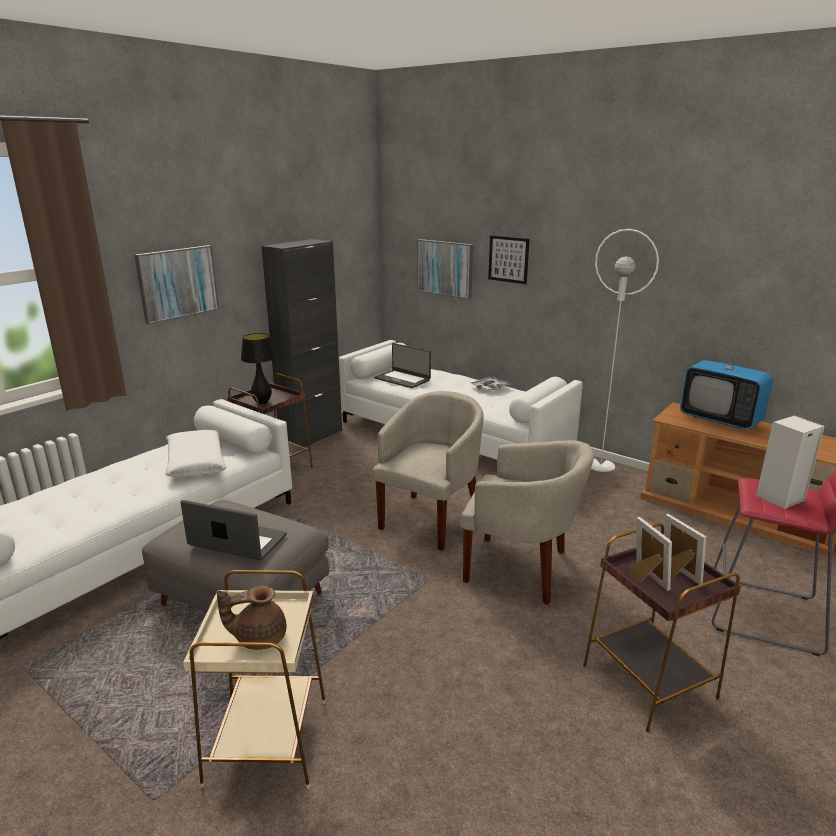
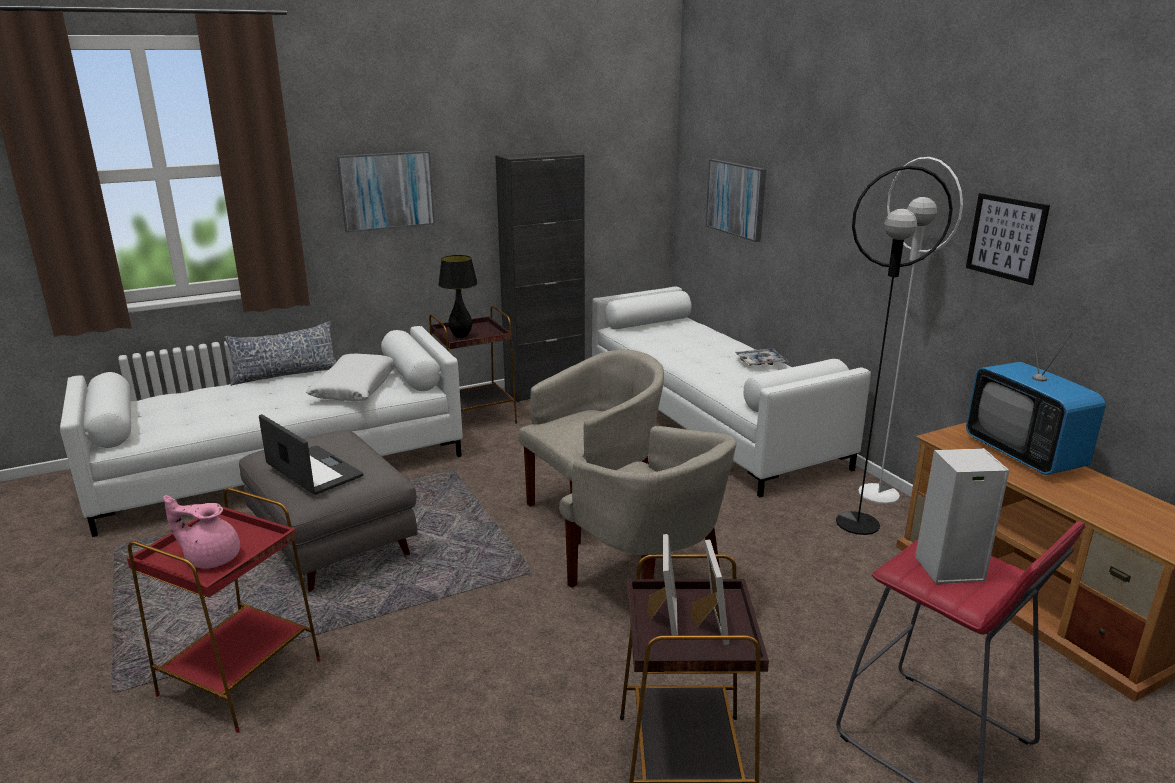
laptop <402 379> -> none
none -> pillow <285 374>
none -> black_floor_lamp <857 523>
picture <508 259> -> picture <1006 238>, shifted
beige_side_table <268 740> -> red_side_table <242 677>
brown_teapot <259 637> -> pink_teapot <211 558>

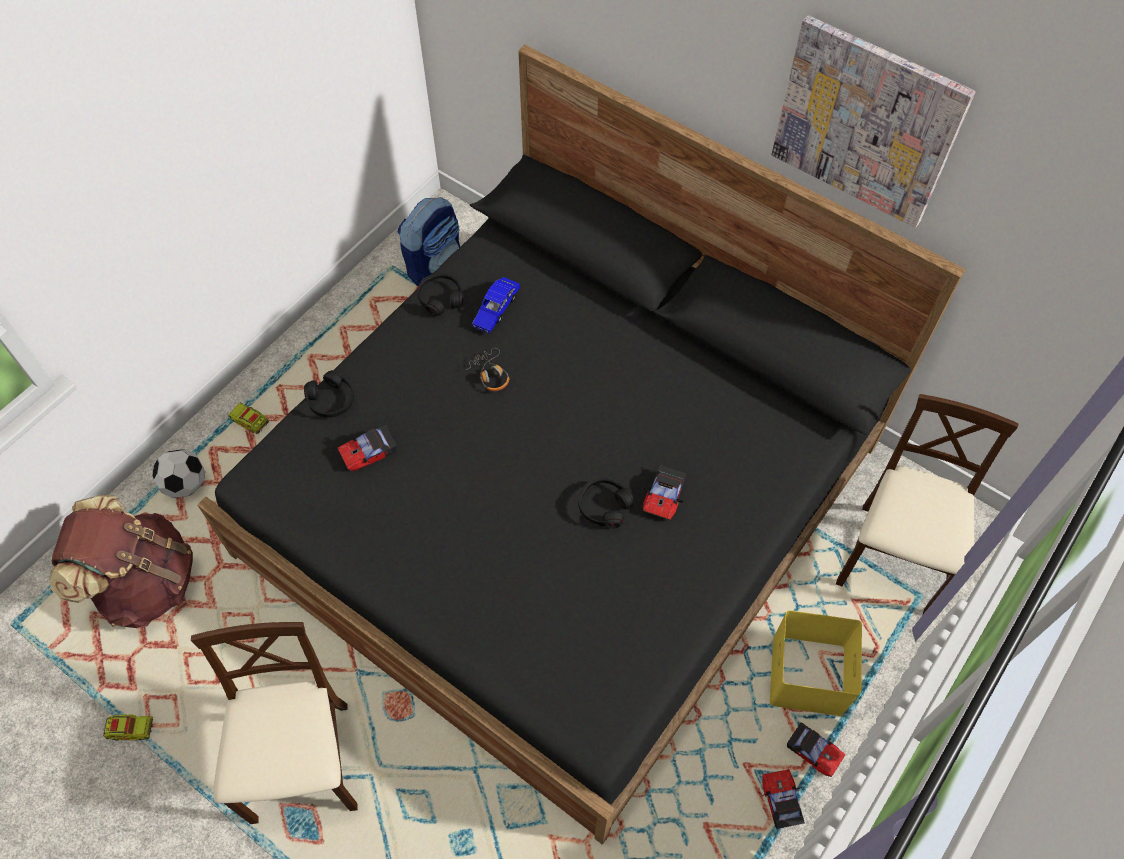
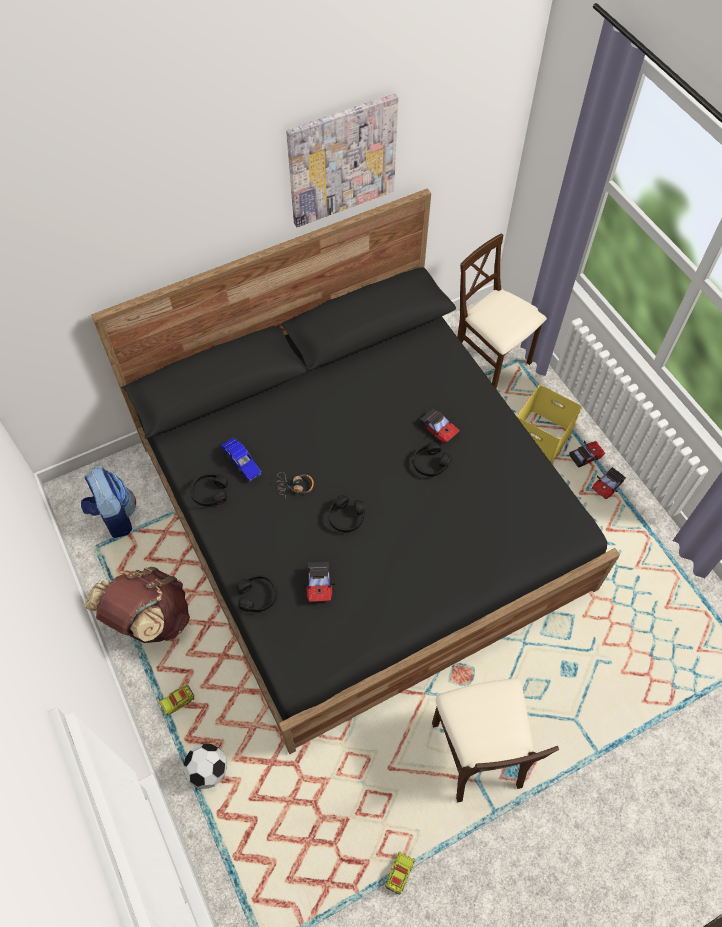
none -> black_headphones <346 517>
brown_backpack <145 583> -> brown_backpack <150 619>, shifted
beige_chair <304 764> -> beige_chair <478 752>, 120 degrees counterclockwise
toy_car <781 801> -> toy_car <607 485>, 60 degrees counterclockwise

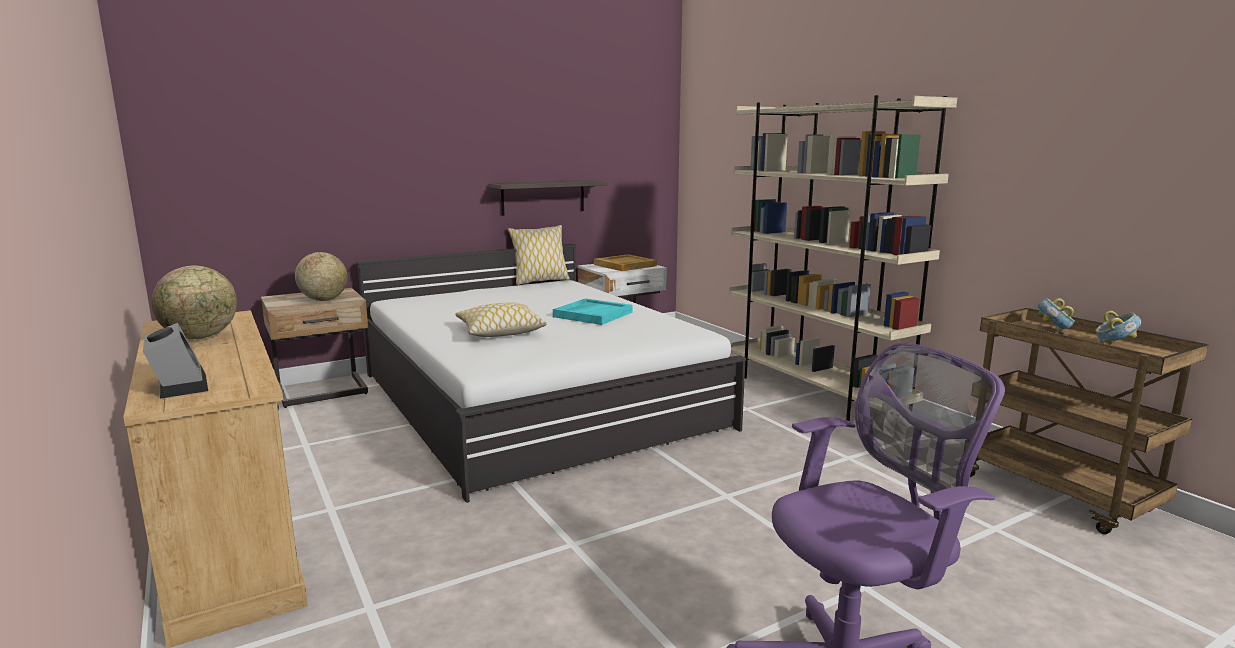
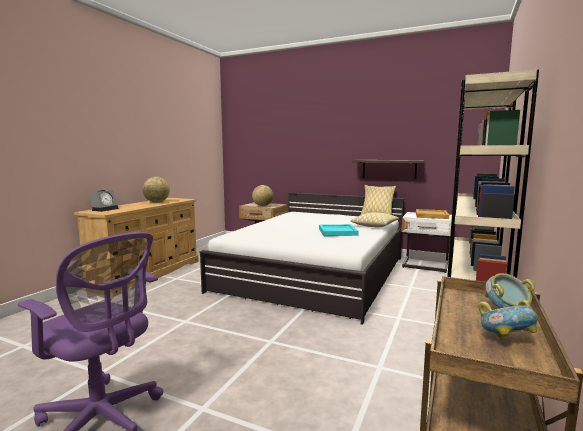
pillow <500 331> -> pillow <374 225>, shifted

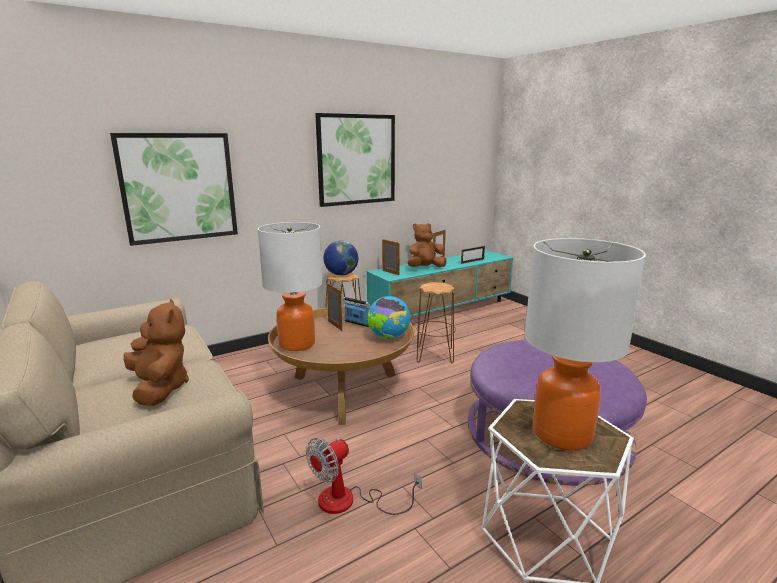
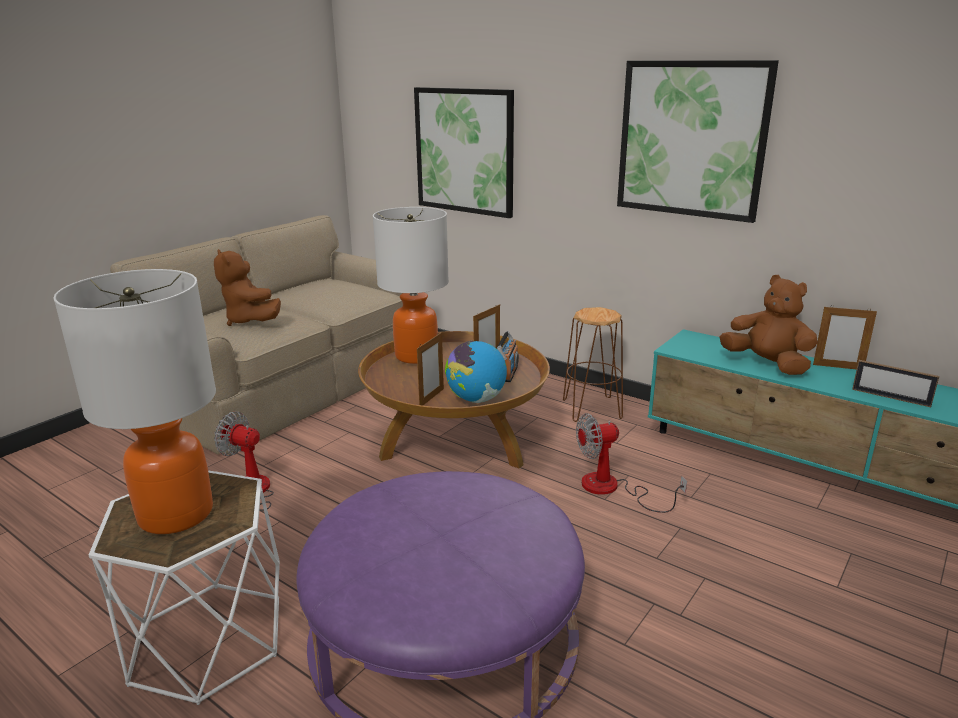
globe <341 274> -> none
picture_frame <390 273> -> picture_frame <431 398>, shifted
brown_stool <435 355> -> fan <612 489>
brown_plush_toy <160 388> -> brown_plush_toy <250 321>, 105 degrees clockwise

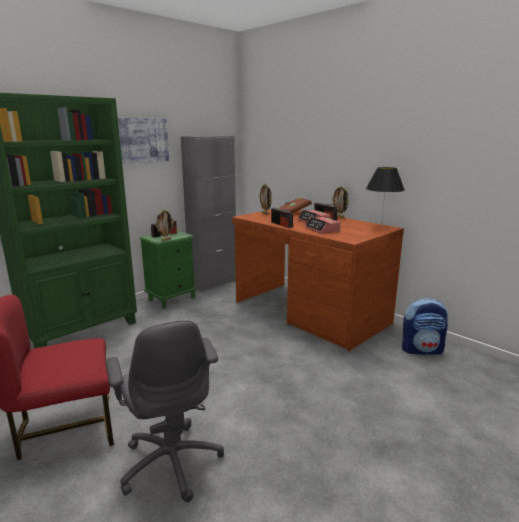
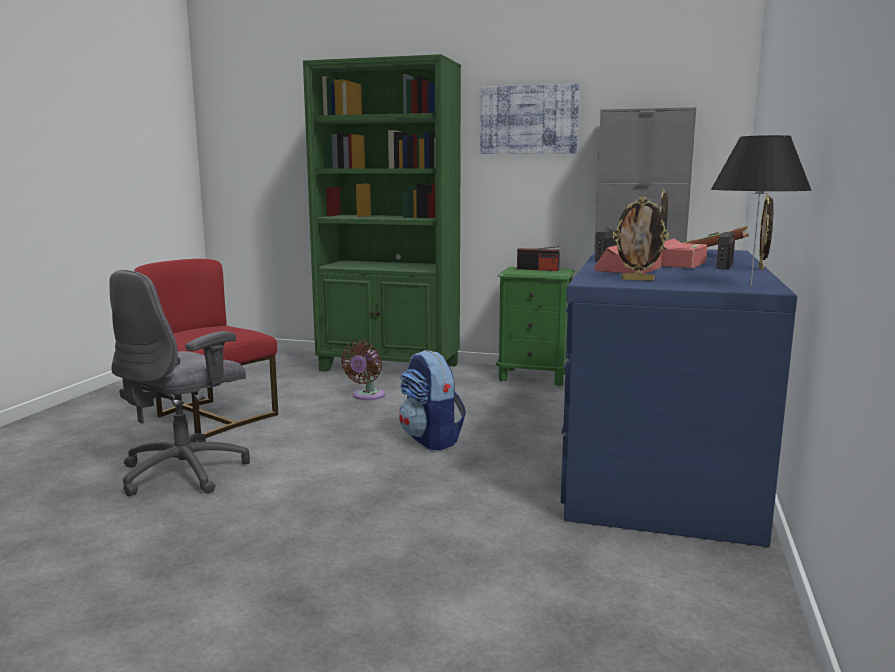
none -> brown_fan <367 396>
picture_frame <165 240> -> picture_frame <637 280>, shifted
backpack <422 350> -> backpack <431 440>, shifted
brown_desk <309 312> -> blue_desk <659 462>

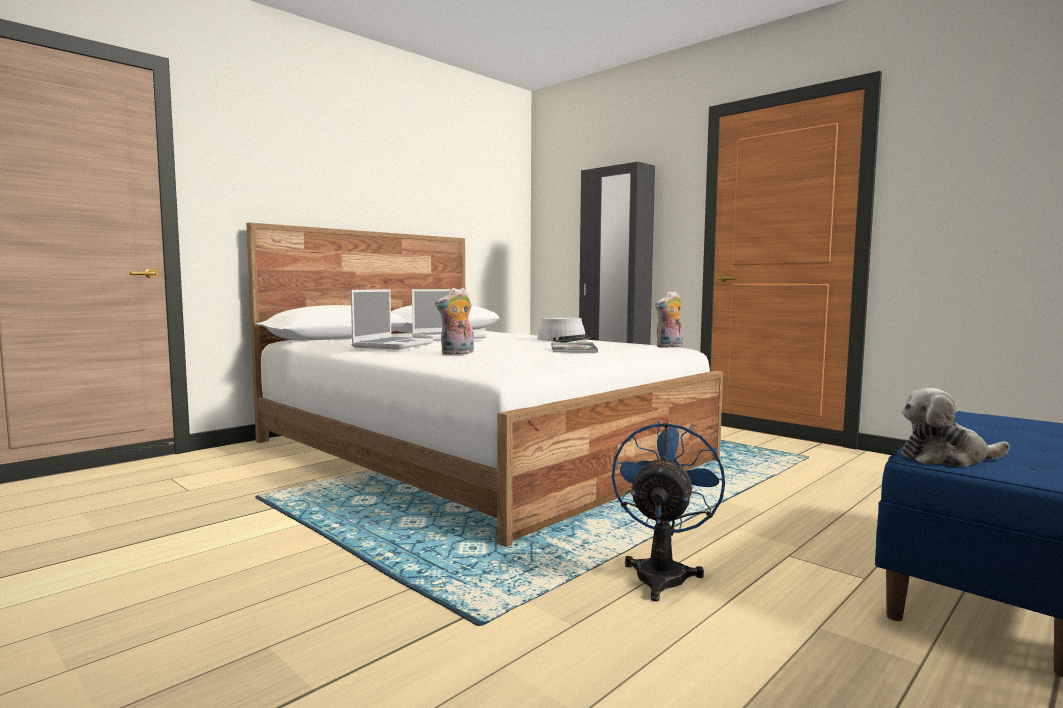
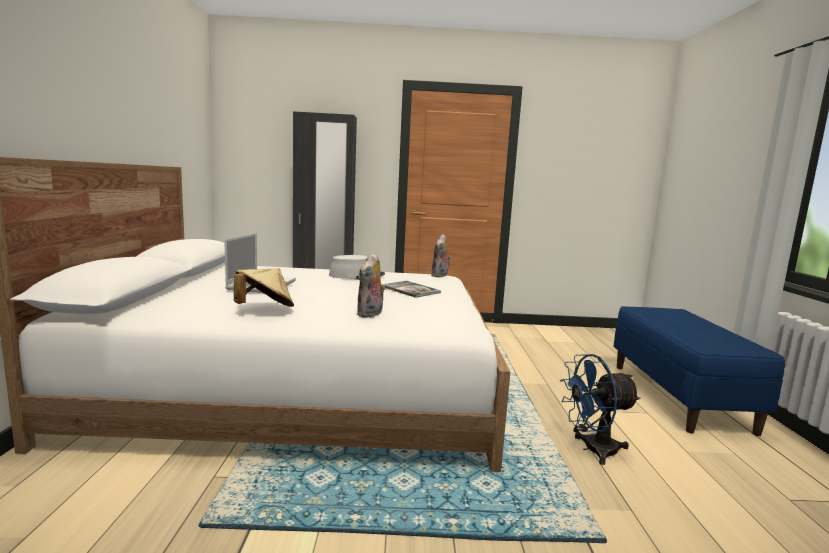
plush_toy <946 458> -> none
laptop <393 345> -> beige_hat <264 309>
blue_fan <662 573> -> blue_fan <592 449>, 75 degrees counterclockwise

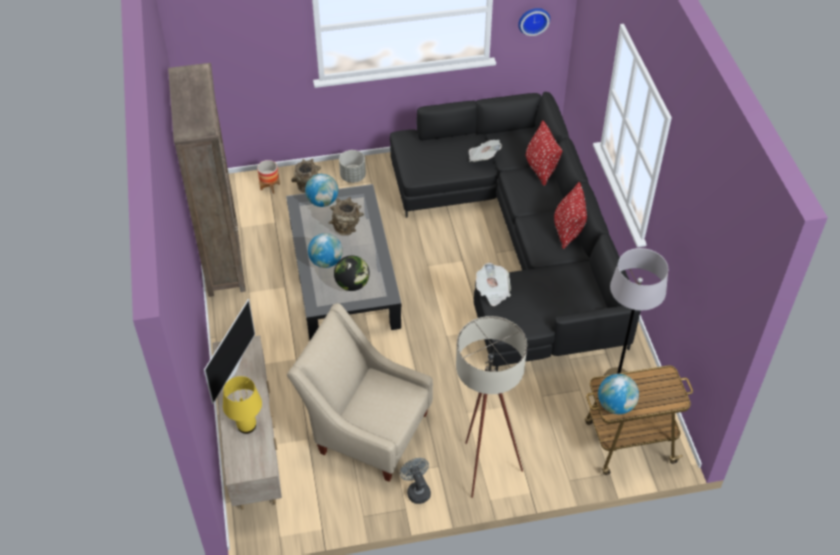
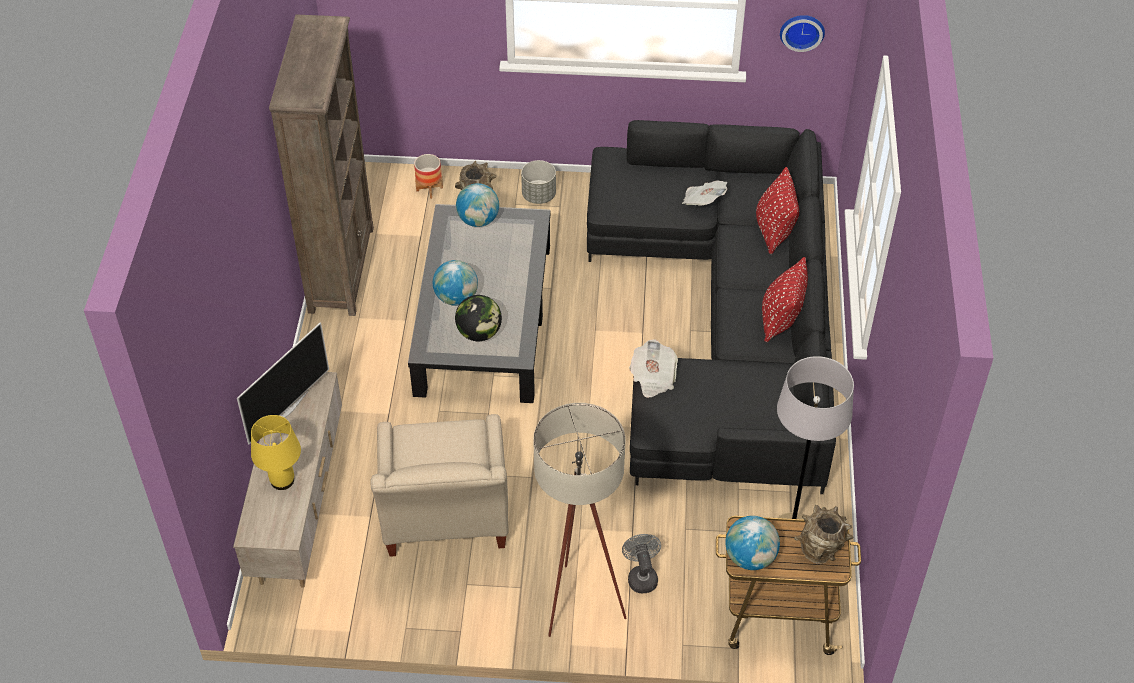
brown_vase <347 228> -> brown_vase <821 549>, shifted
grey_fan <417 490> -> grey_fan <641 576>, shifted
beige_armchair <366 429> -> beige_armchair <445 521>, 135 degrees counterclockwise

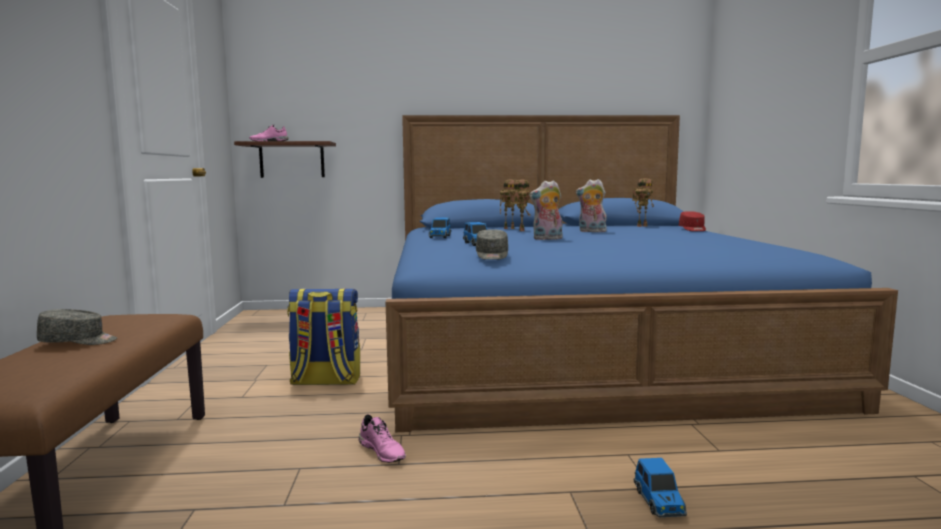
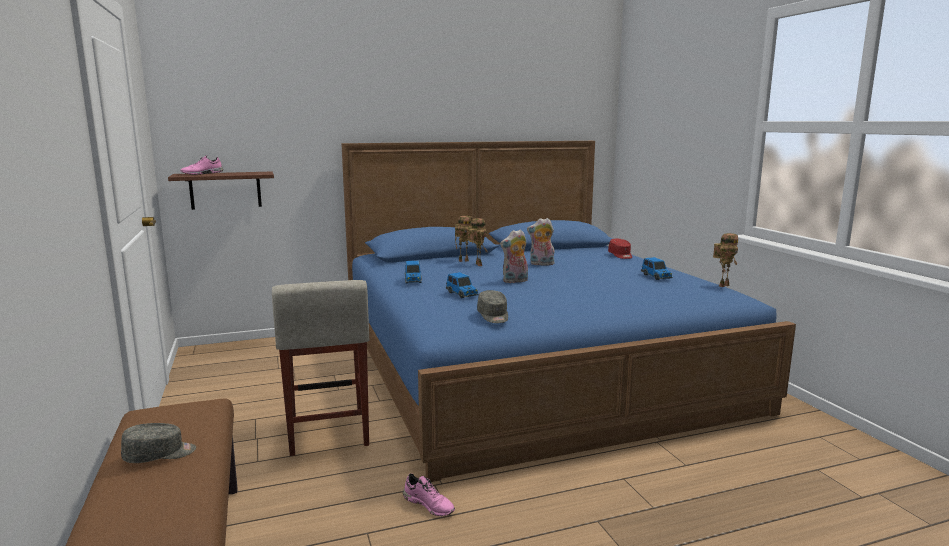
toy_robot <642 226> -> toy_robot <723 285>, shifted
toy_car <659 502> -> toy_car <656 277>, shifted
backpack <325 381> -> beige_stool <328 432>

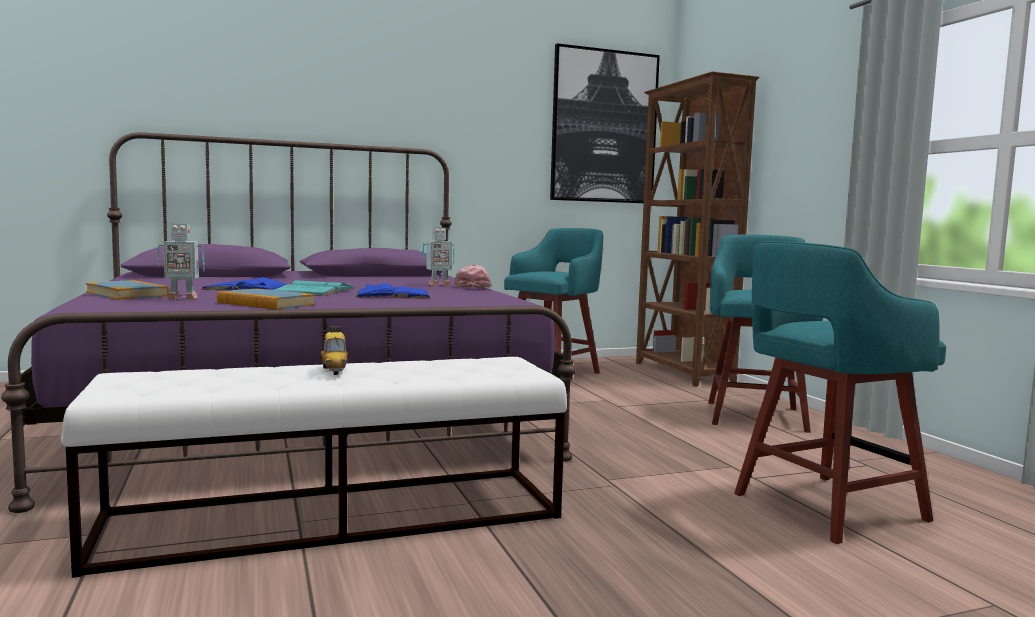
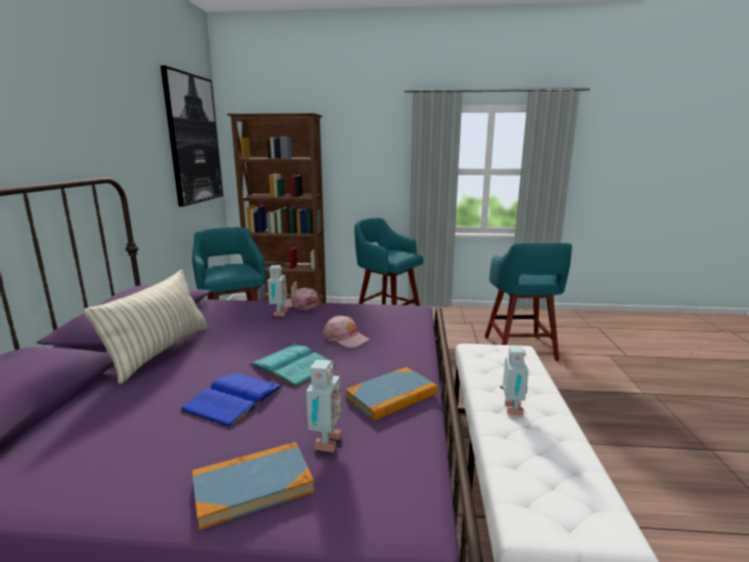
none -> pillow <161 351>
toy_car <334 371> -> toy_robot <511 409>
blue_book <393 295> -> pink_cap <345 338>

